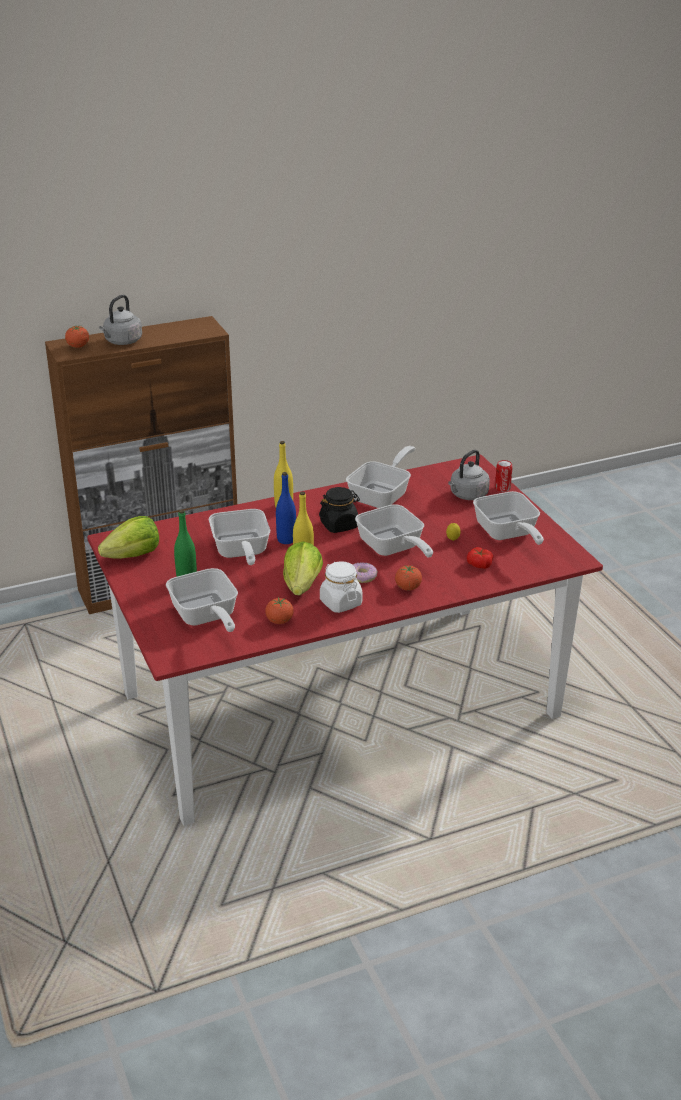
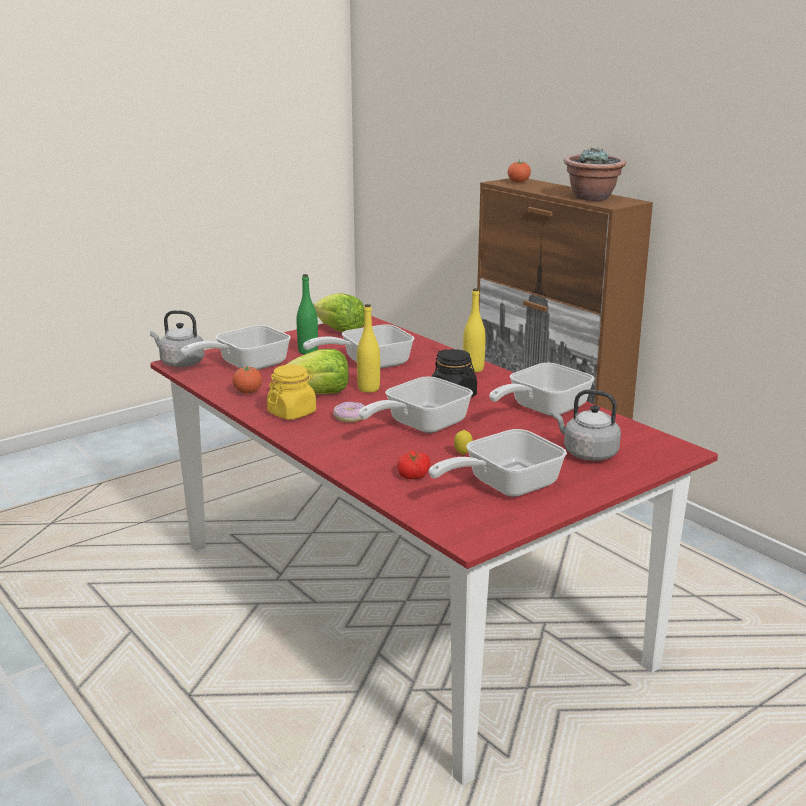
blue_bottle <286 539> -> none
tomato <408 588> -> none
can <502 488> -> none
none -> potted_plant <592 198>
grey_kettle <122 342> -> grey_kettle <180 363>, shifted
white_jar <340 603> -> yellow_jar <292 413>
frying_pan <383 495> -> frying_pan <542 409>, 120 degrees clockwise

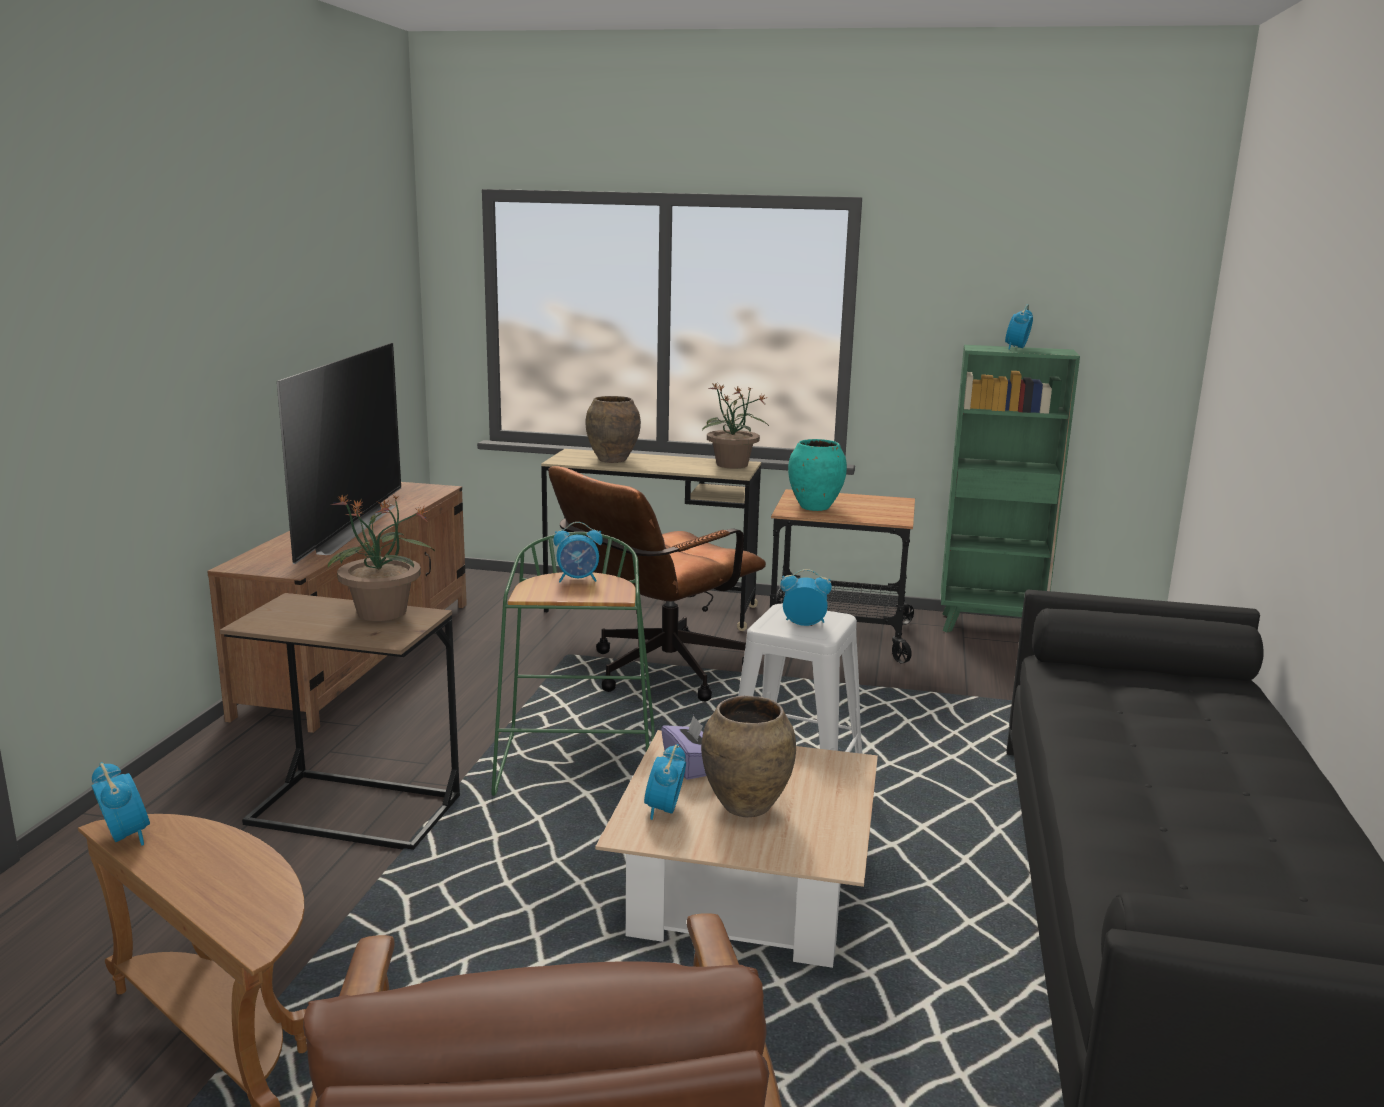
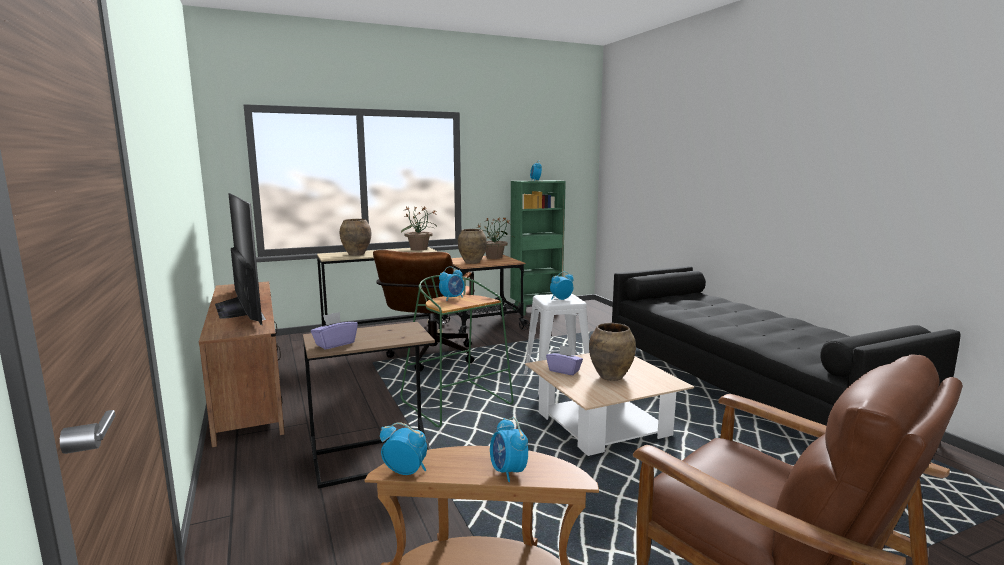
none -> purple_tissue_box <335 344>
potted_plant <382 613> -> potted_plant <495 257>, shifted
alarm_clock <664 810> -> alarm_clock <508 472>, shifted
turquoise_vase <814 507> -> brown_vase <472 262>

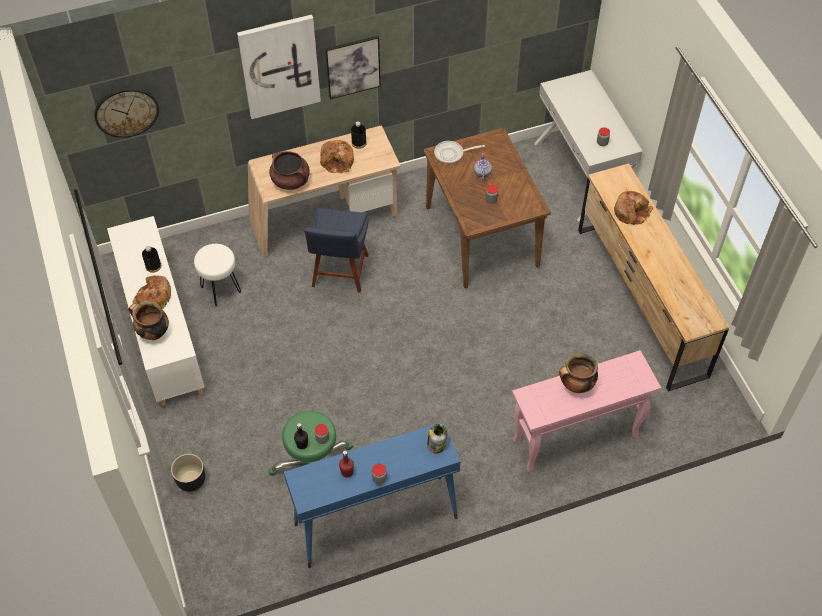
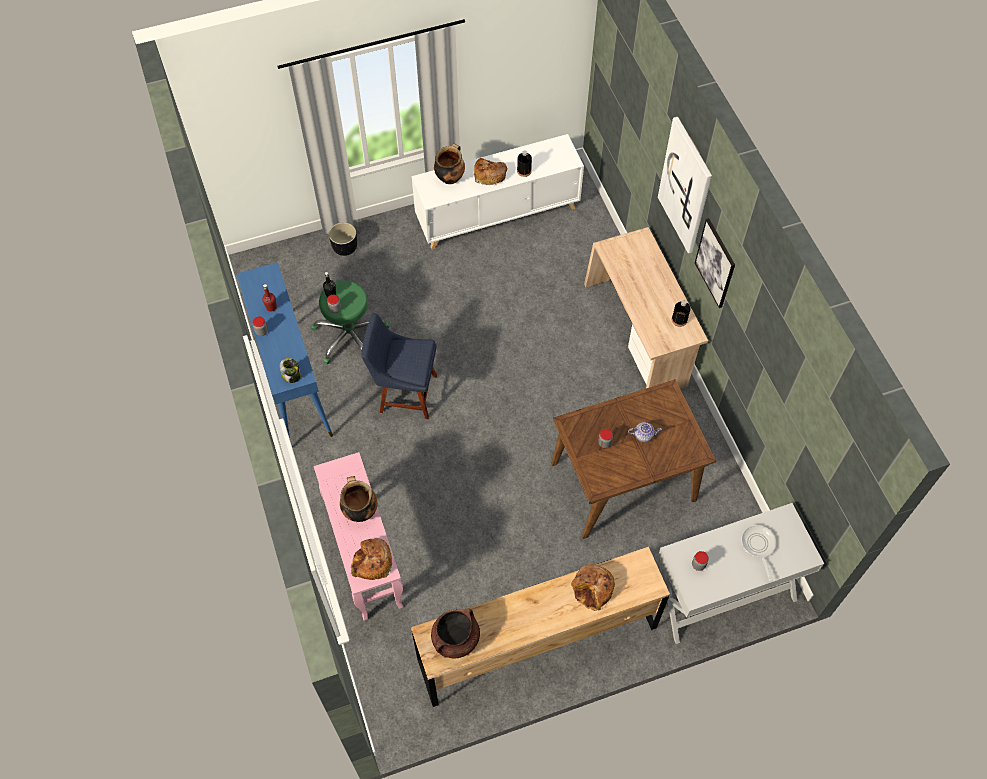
wall_clock <126 111> -> none
white_stool <221 289> -> none
brown_cooking_pot <291 180> -> brown_cooking_pot <455 639>, shifted
blue_chair <339 273> -> blue_chair <404 393>, shifted
bread <338 161> -> bread <372 562>, shifted
frying_pan <451 154> -> frying_pan <758 546>, shifted

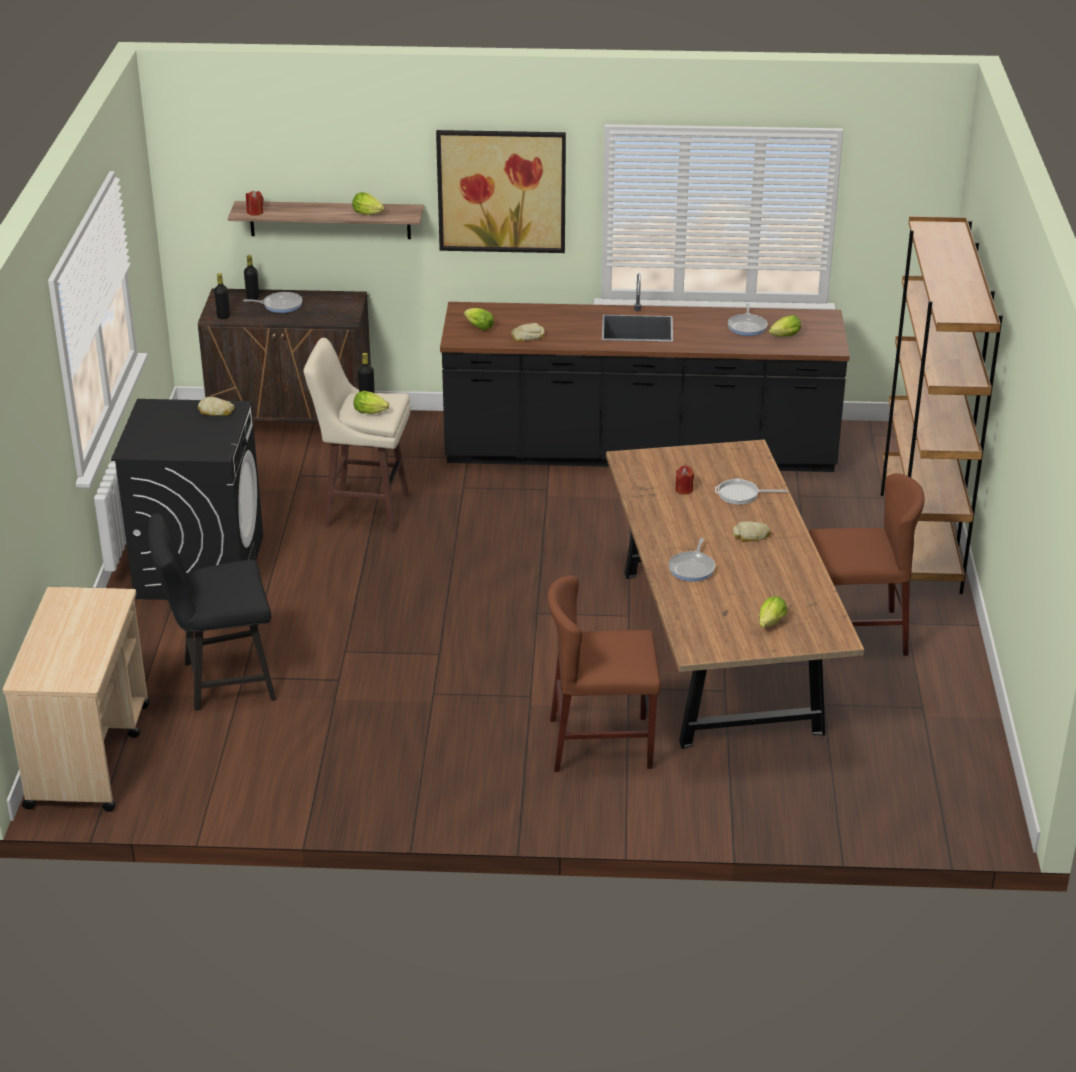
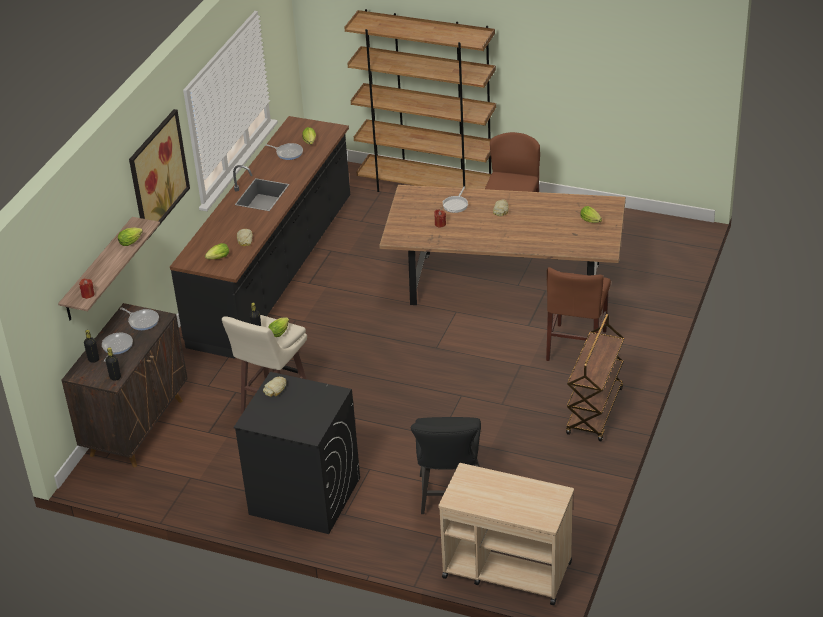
none -> brown_cart <595 412>
frying_pan <692 568> -> frying_pan <142 321>, shifted

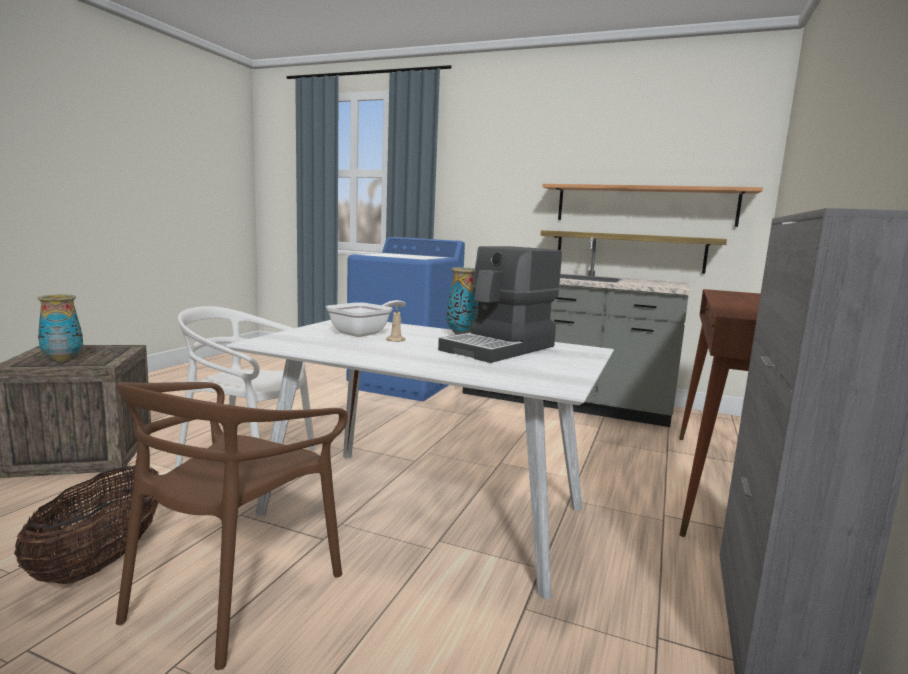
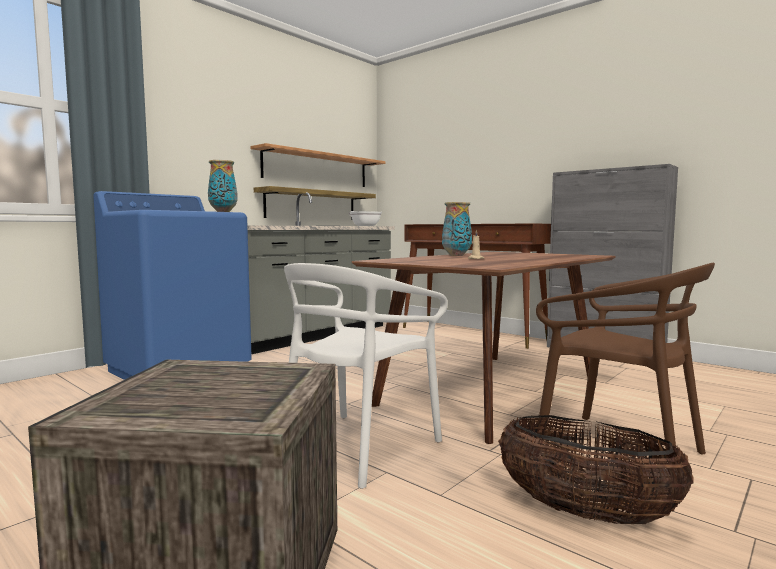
coffee_machine <500 348> -> none
vase <62 359> -> vase <223 212>, shifted
frying_pan <365 333> -> frying_pan <364 226>, shifted
white_dining_table <426 510> -> brown_dining_table <491 389>

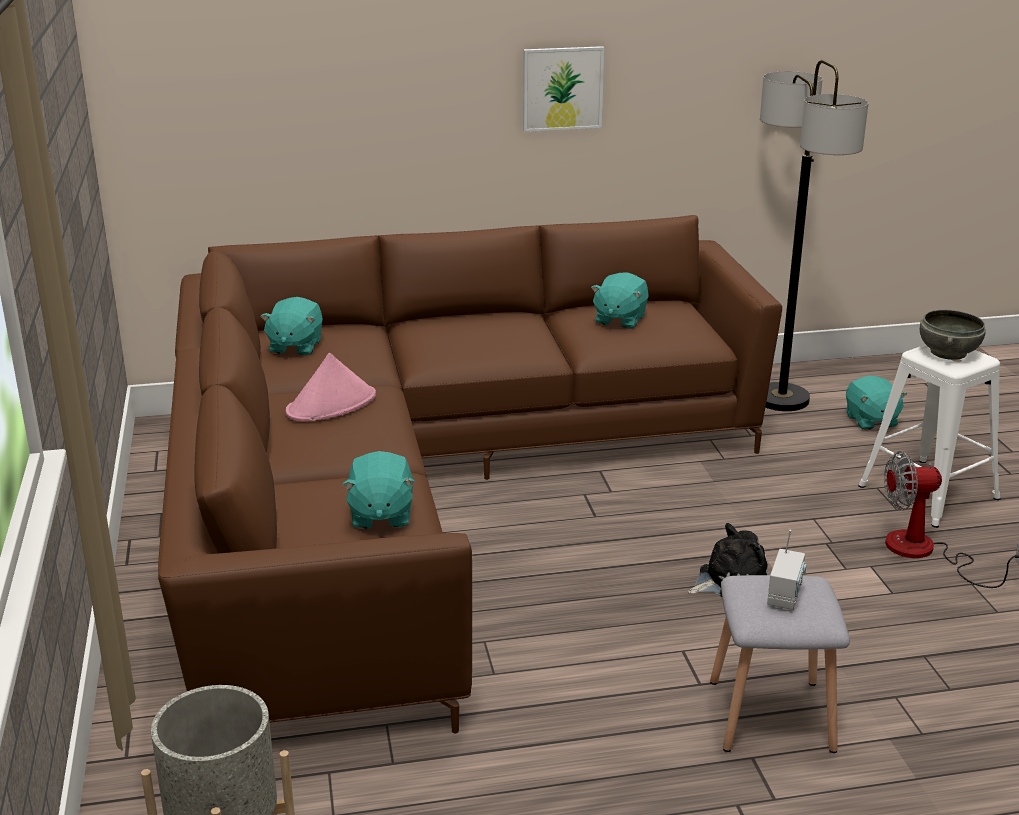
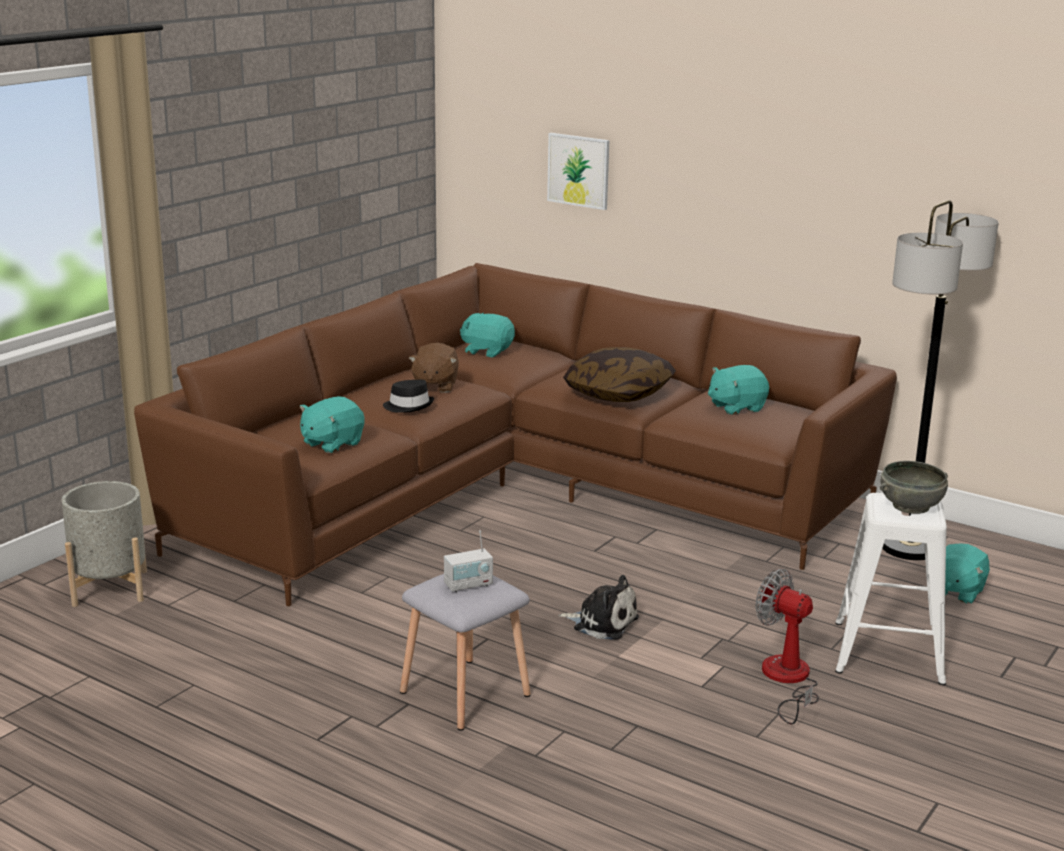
none -> black_hat <409 406>
none -> pillow <618 393>
picture <562 88> -> picture <578 170>, shifted
pink_hat <332 405> -> brown_plush_toy <434 386>
turquoise_plush_toy <295 347> -> turquoise_plush_toy <487 351>, 60 degrees clockwise

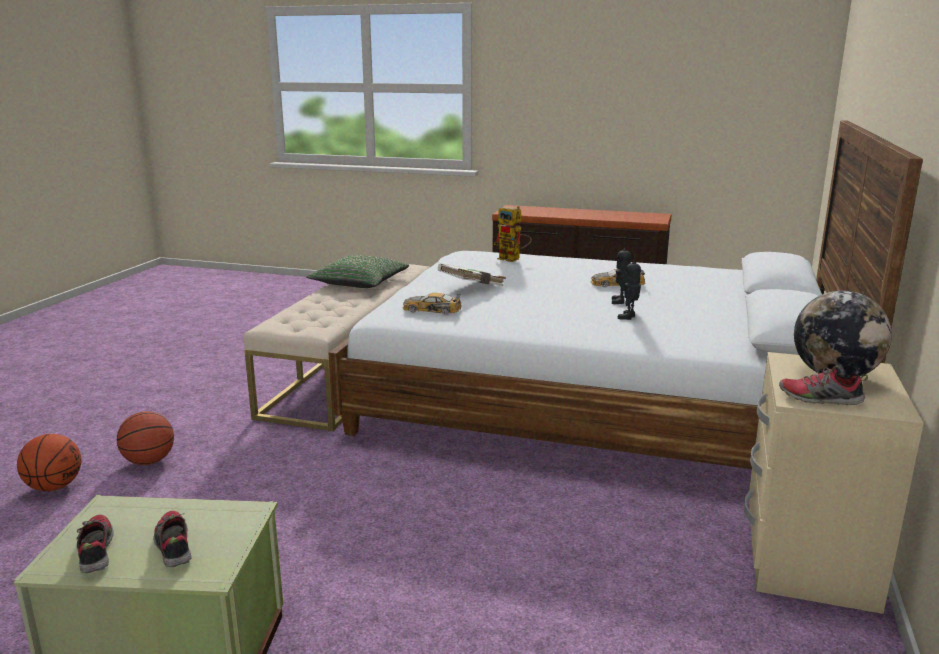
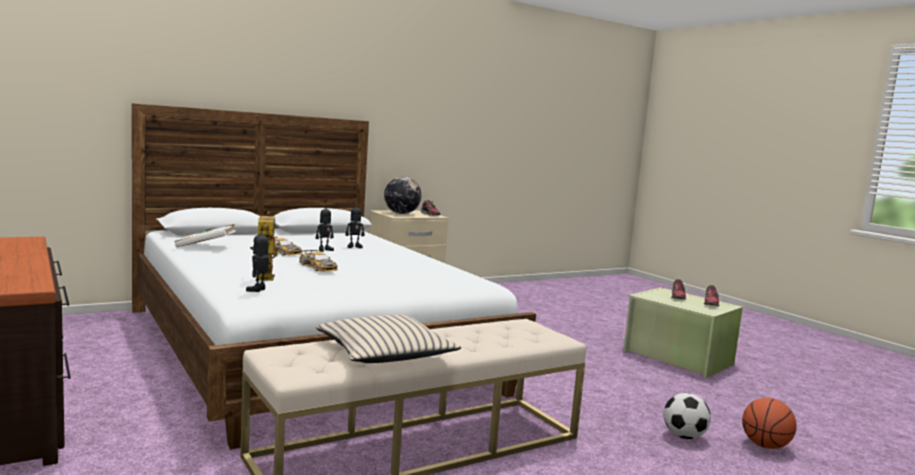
none -> toy_robot <258 290>
toy_car <431 309> -> toy_car <318 267>, shifted
white_book <472 287> -> white_book <205 247>, shifted
basketball <149 461> -> football <684 436>
green_pillow <360 282> -> beige_pillow <385 353>

